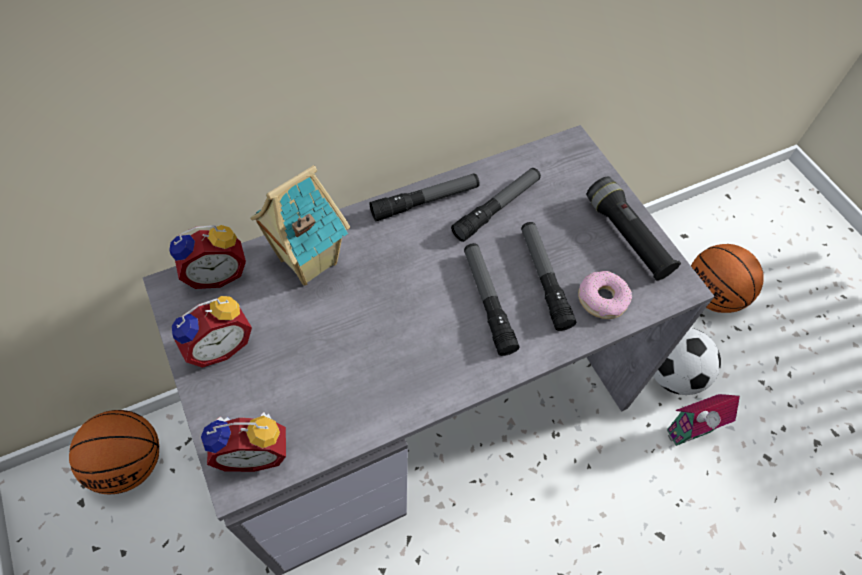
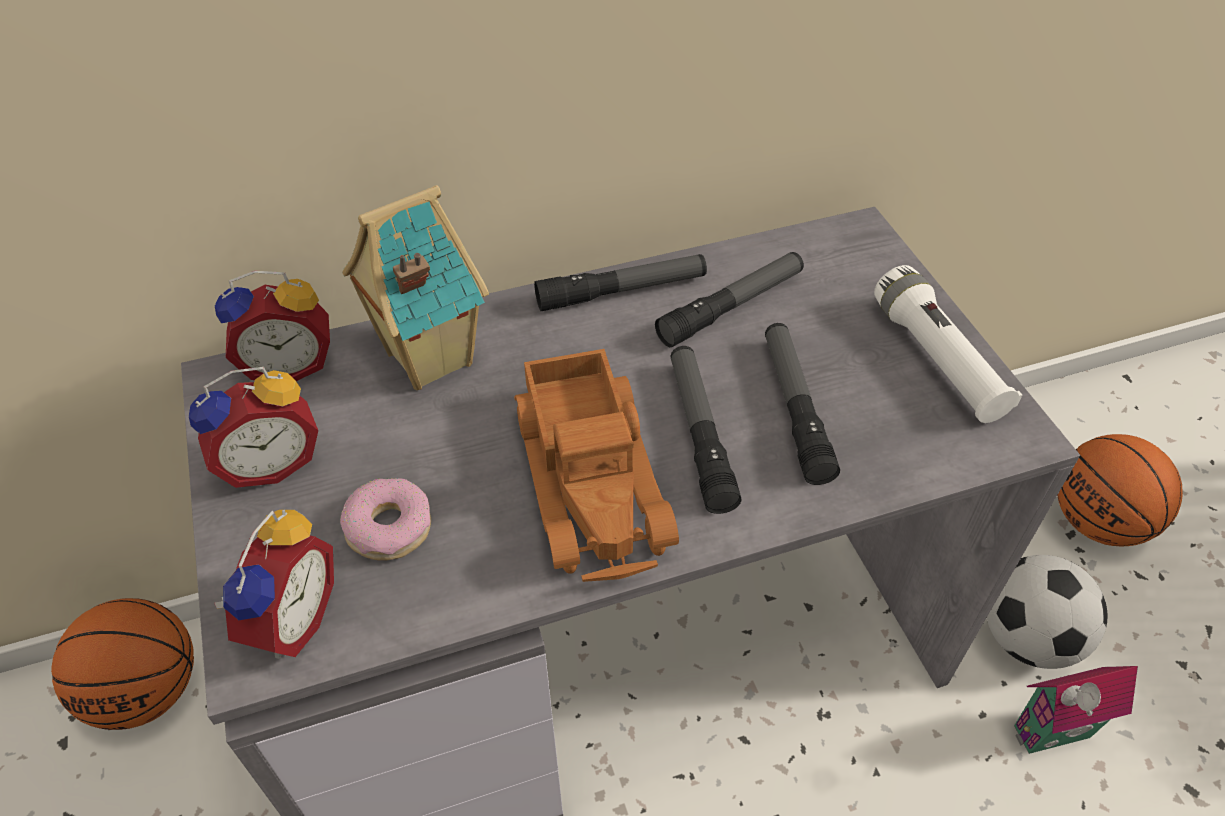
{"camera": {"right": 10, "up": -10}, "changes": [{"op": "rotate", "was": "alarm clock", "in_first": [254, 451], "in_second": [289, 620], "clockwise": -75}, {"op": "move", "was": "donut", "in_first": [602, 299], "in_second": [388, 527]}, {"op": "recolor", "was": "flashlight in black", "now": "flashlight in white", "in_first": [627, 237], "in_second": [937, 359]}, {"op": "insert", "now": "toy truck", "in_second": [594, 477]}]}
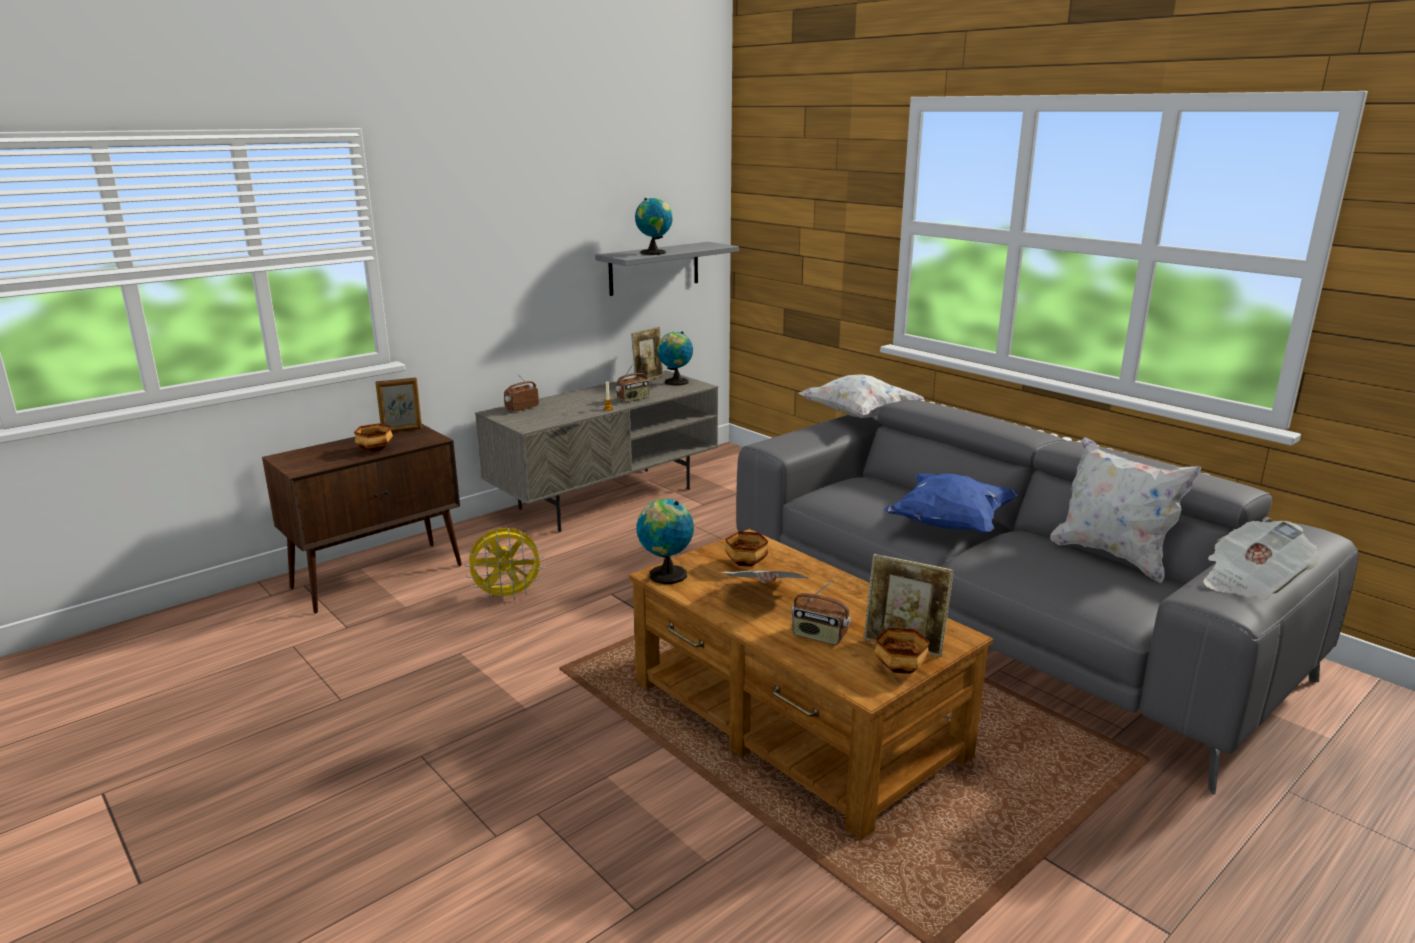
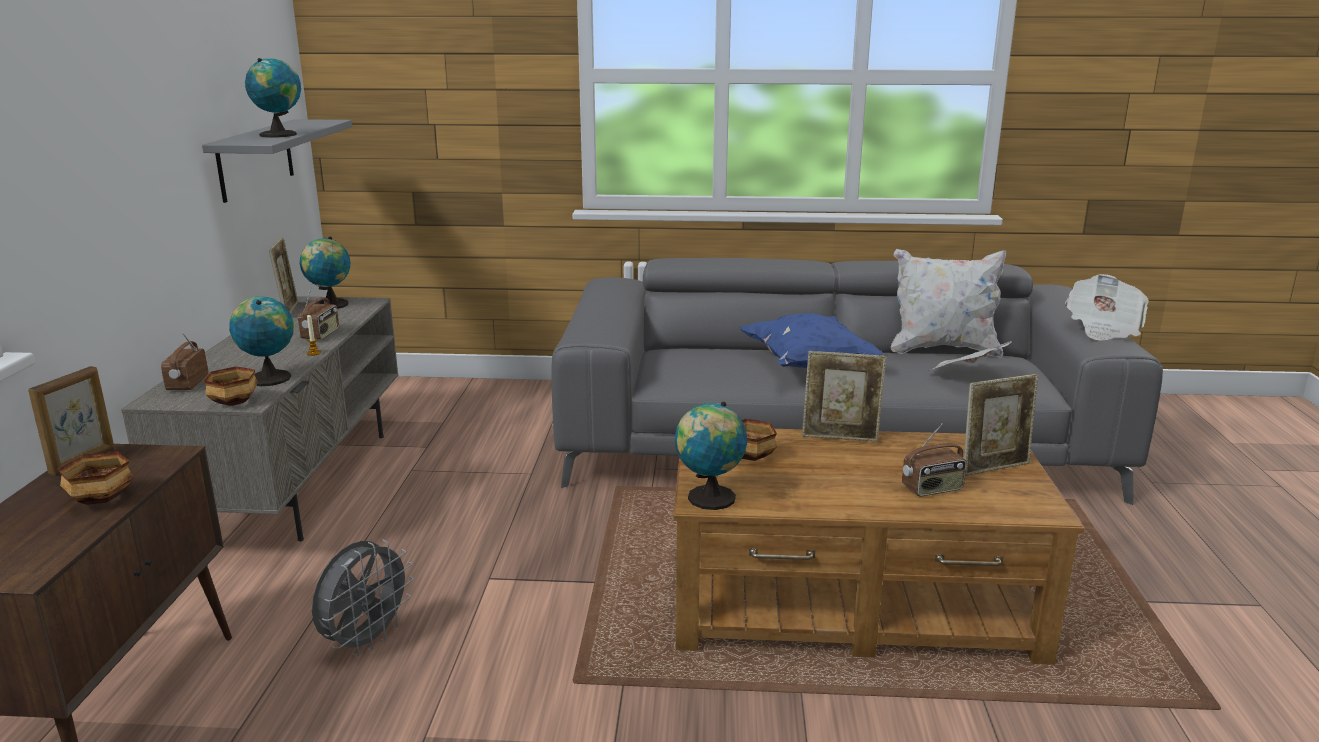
{"camera": {"right": -45, "up": 0}, "changes": [{"op": "recolor", "was": "fan in yellow", "now": "fan in grey", "in_first": [508, 596], "in_second": [366, 641]}, {"op": "move", "was": "newspaper", "in_first": [764, 596], "in_second": [966, 376]}, {"op": "delete", "was": "pillow in white", "in_first": [858, 416]}, {"op": "move", "was": "bowl", "in_first": [901, 668], "in_second": [235, 402]}, {"op": "insert", "now": "globe", "in_second": [269, 378]}, {"op": "insert", "now": "picture frame", "in_second": [840, 437]}]}
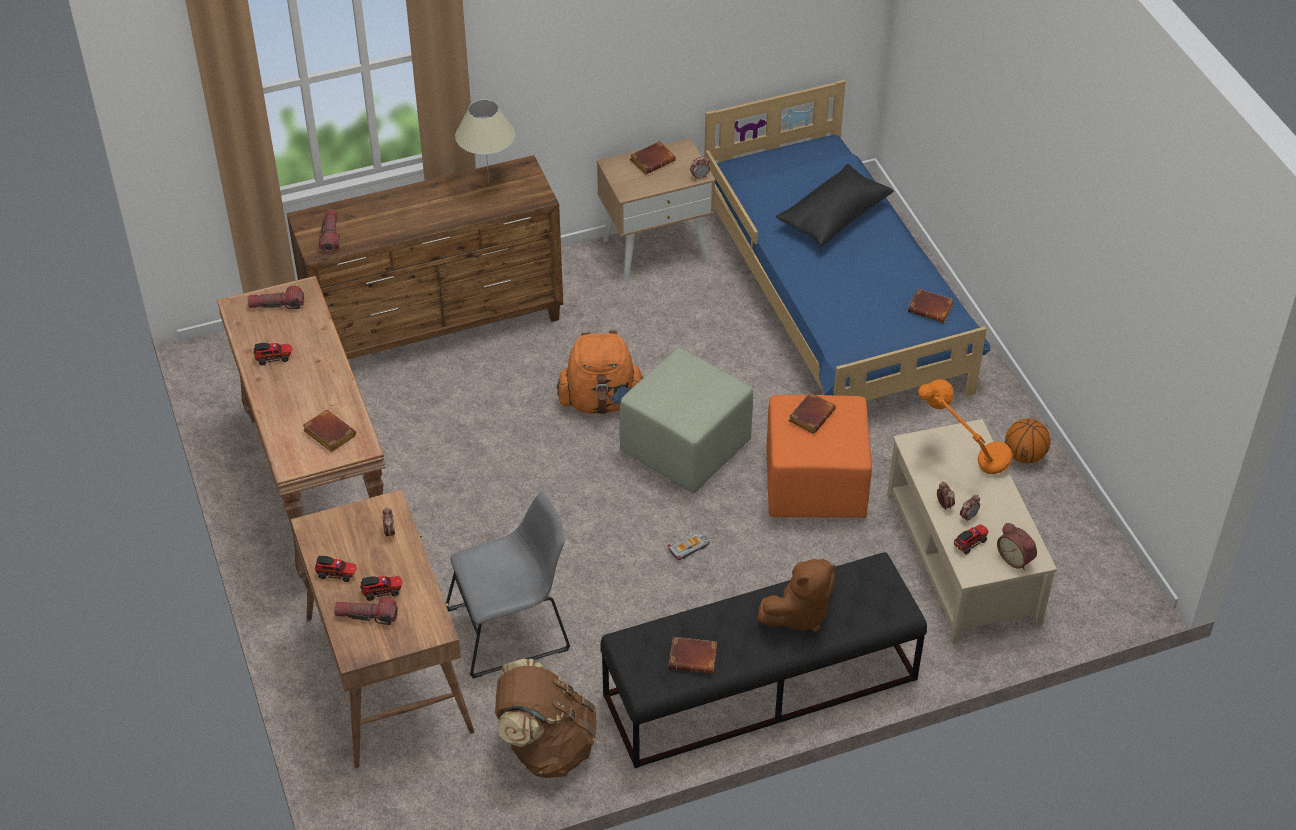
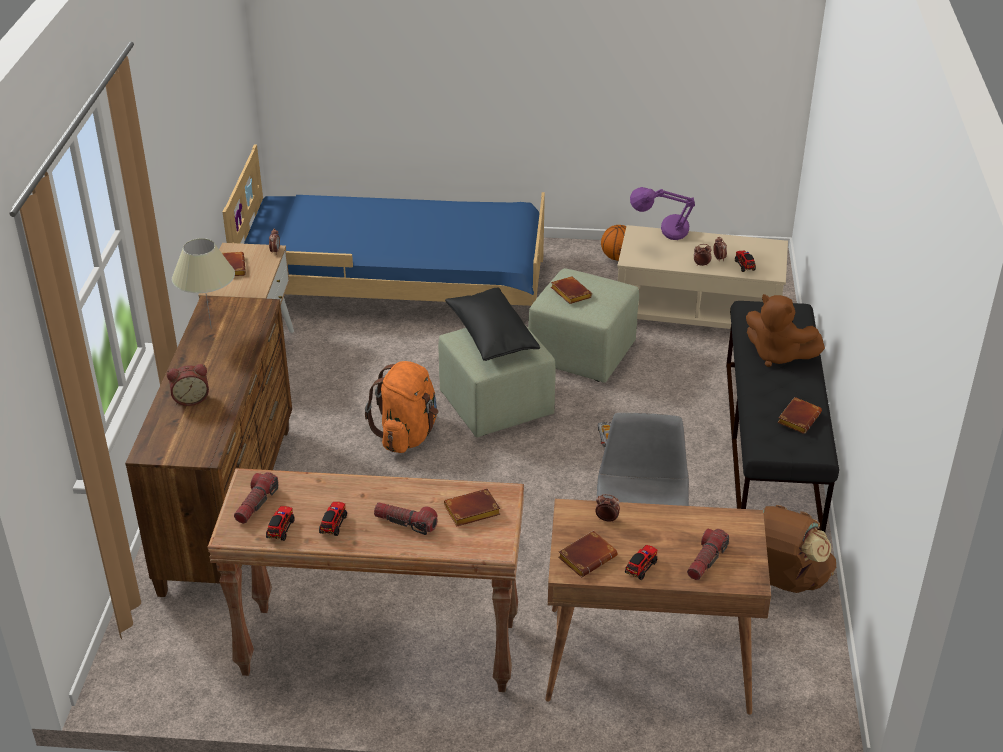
{"camera": {"right": -65, "up": -10}, "changes": [{"op": "move", "was": "flashlight", "in_first": [330, 236], "in_second": [406, 523]}, {"op": "move", "was": "toy truck", "in_first": [382, 591], "in_second": [281, 529]}, {"op": "rotate", "was": "plush toy in brown", "in_first": [799, 613], "in_second": [777, 355], "clockwise": 135}, {"op": "recolor", "was": "ottoman in orange", "now": "ottoman in green", "in_first": [814, 484], "in_second": [580, 354]}, {"op": "move", "was": "pillow in black", "in_first": [834, 216], "in_second": [491, 336]}, {"op": "move", "was": "book in brown", "in_first": [931, 308], "in_second": [587, 556]}, {"op": "recolor", "was": "table lamp in orange", "now": "table lamp in purple", "in_first": [960, 461], "in_second": [662, 245]}, {"op": "move", "was": "alarm clock", "in_first": [1016, 558], "in_second": [191, 399]}]}
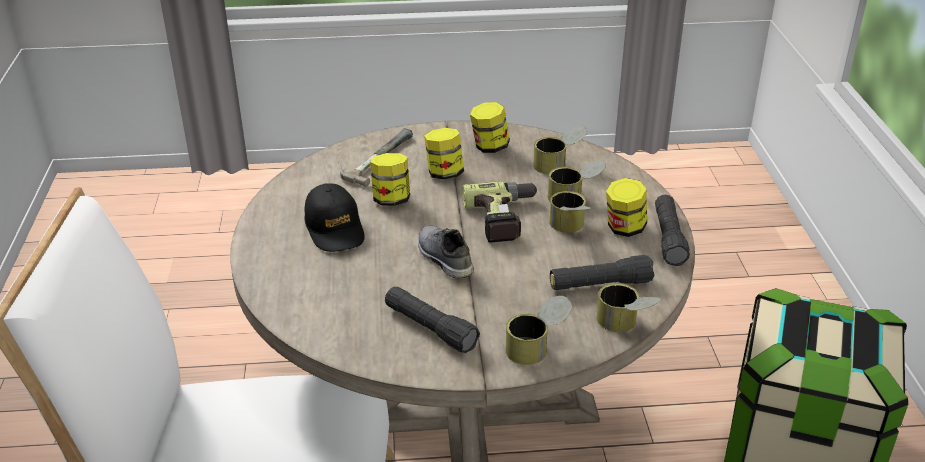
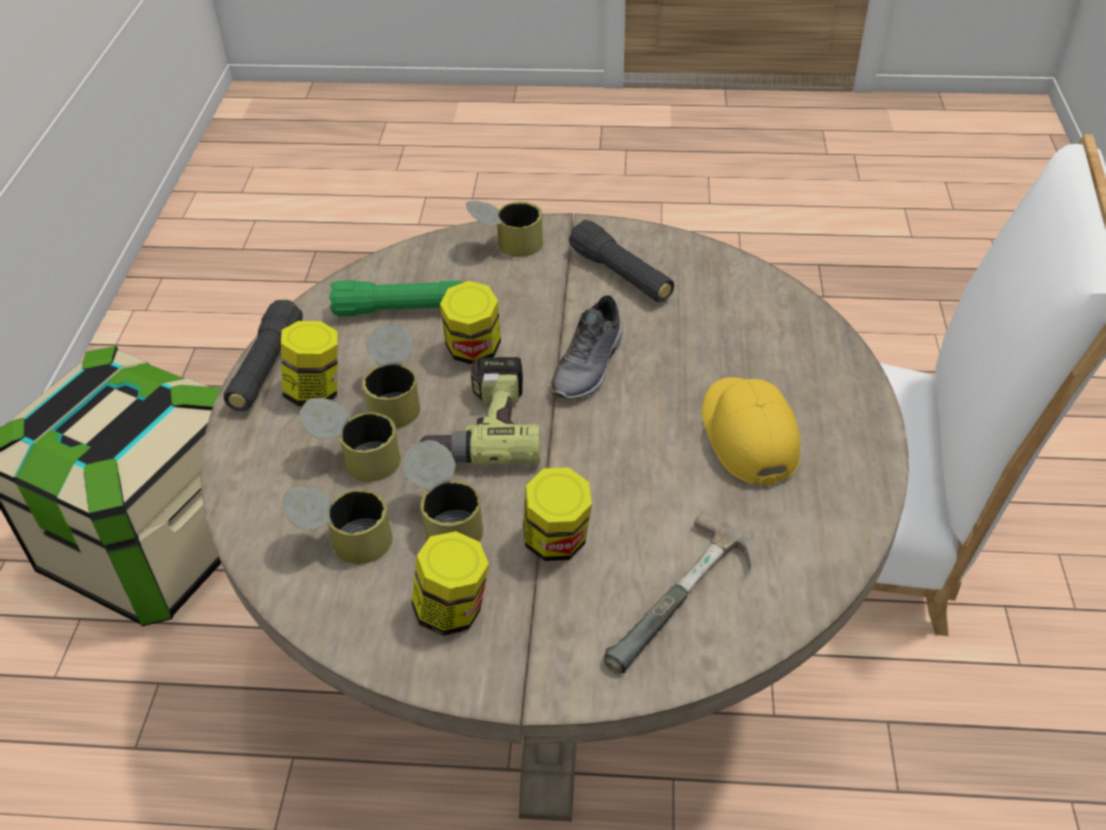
{"camera": {"right": -170, "up": 10}, "changes": [{"op": "recolor", "was": "cap in black", "now": "cap in yellow", "in_first": [335, 228], "in_second": [747, 435]}, {"op": "move", "was": "jar", "in_first": [391, 200], "in_second": [473, 351]}, {"op": "rotate", "was": "shoe in grey", "in_first": [443, 258], "in_second": [590, 366], "clockwise": 45}, {"op": "recolor", "was": "flashlight in black", "now": "flashlight in green", "in_first": [600, 285], "in_second": [399, 310]}, {"op": "move", "was": "can", "in_first": [625, 325], "in_second": [446, 519]}]}
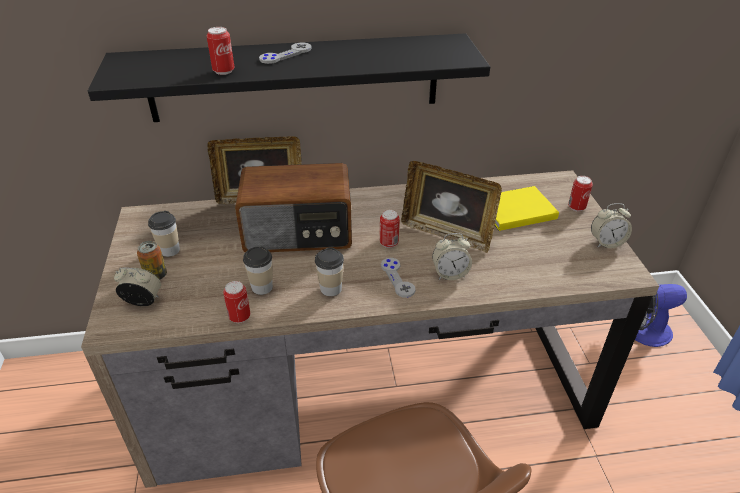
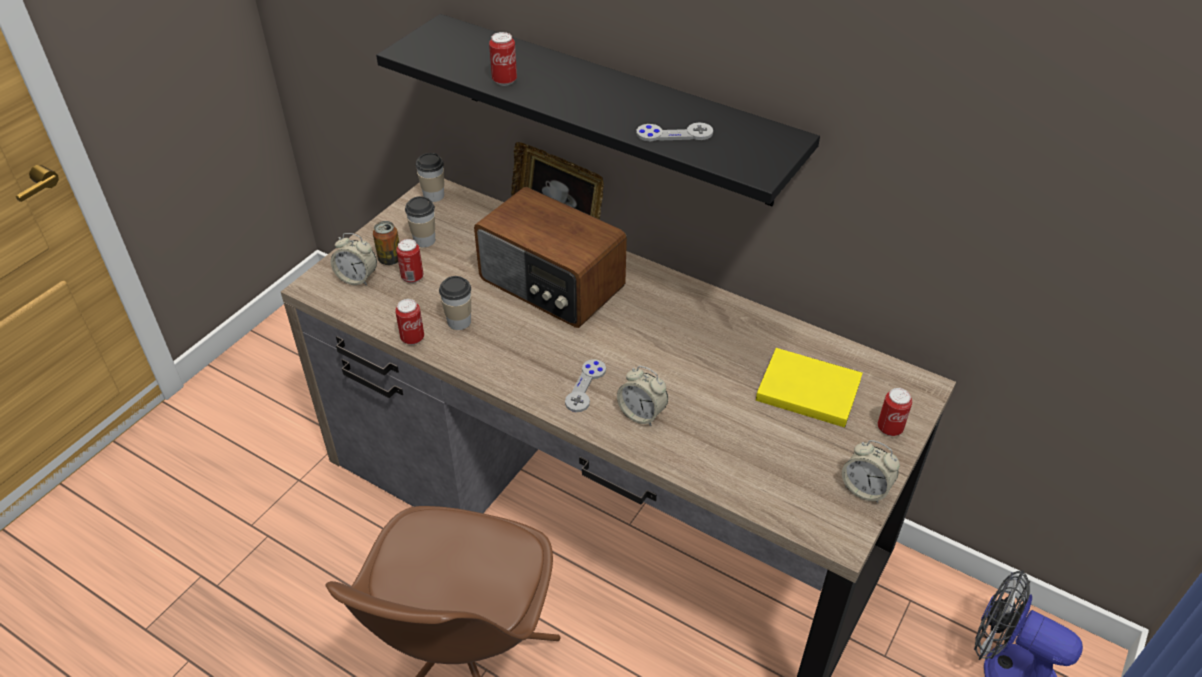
{"camera": {"right": 40, "up": 5}, "changes": [{"op": "rotate", "was": "alarm clock", "in_first": [143, 301], "in_second": [357, 278], "clockwise": 150}, {"op": "move", "was": "game controller in grey", "in_first": [285, 54], "in_second": [674, 134]}, {"op": "move", "was": "cup", "in_first": [330, 289], "in_second": [433, 195]}, {"op": "move", "was": "can", "in_first": [389, 243], "in_second": [412, 277]}, {"op": "delete", "was": "picture frame", "in_first": [447, 233]}]}
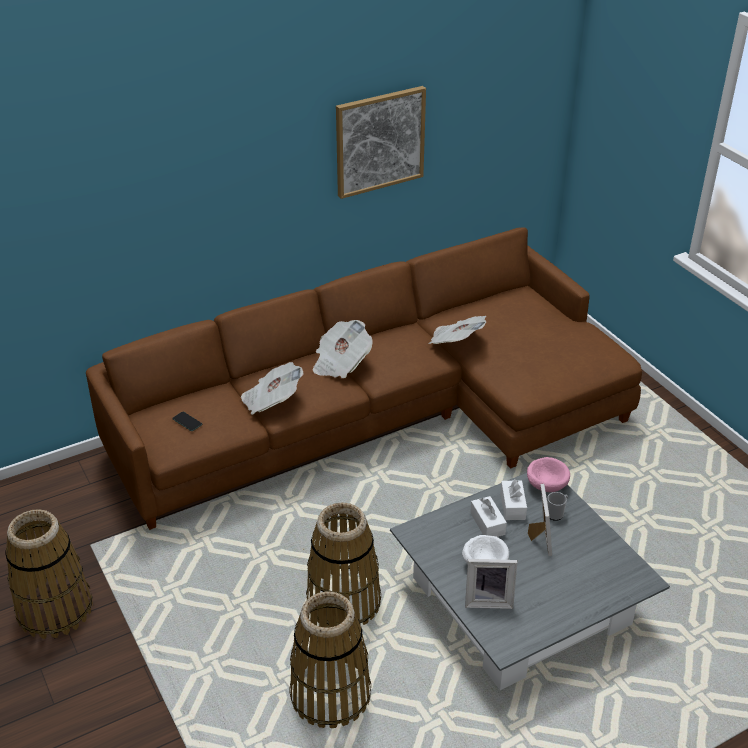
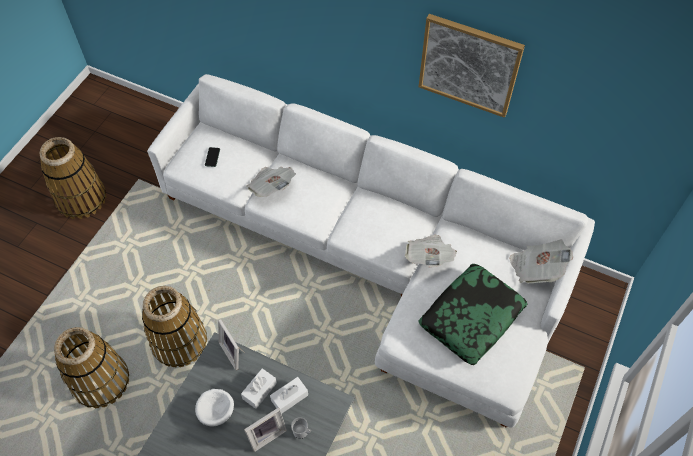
{"camera": {"right": 55, "up": 20}, "changes": [{"op": "recolor", "was": "sofa in brown", "now": "sofa in white", "in_first": [385, 414], "in_second": [377, 256]}, {"op": "move", "was": "newspaper", "in_first": [340, 363], "in_second": [536, 267]}, {"op": "move", "was": "picture frame", "in_first": [488, 600], "in_second": [234, 352]}, {"op": "delete", "was": "bowl in pink", "in_first": [546, 484]}, {"op": "insert", "now": "pillow", "in_second": [471, 317]}]}
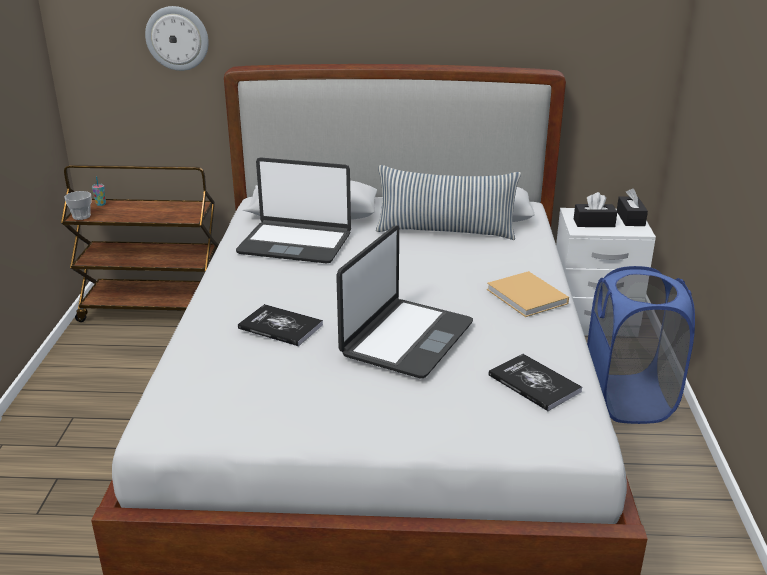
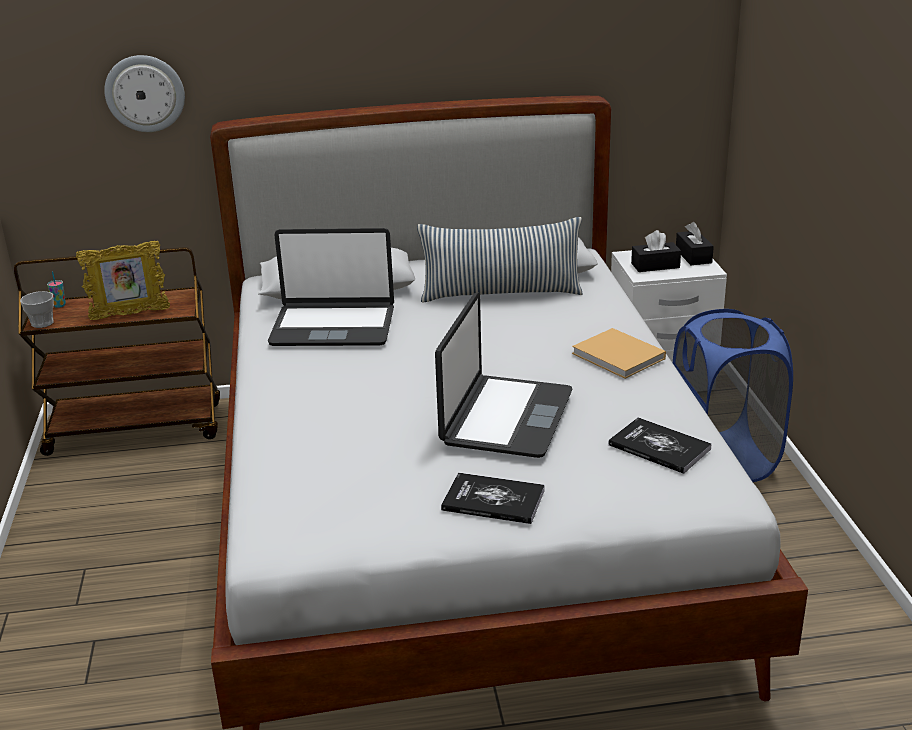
{"camera": {"right": -10, "up": 0}, "changes": [{"op": "move", "was": "book", "in_first": [280, 326], "in_second": [493, 500]}, {"op": "insert", "now": "picture frame", "in_second": [130, 314]}]}
